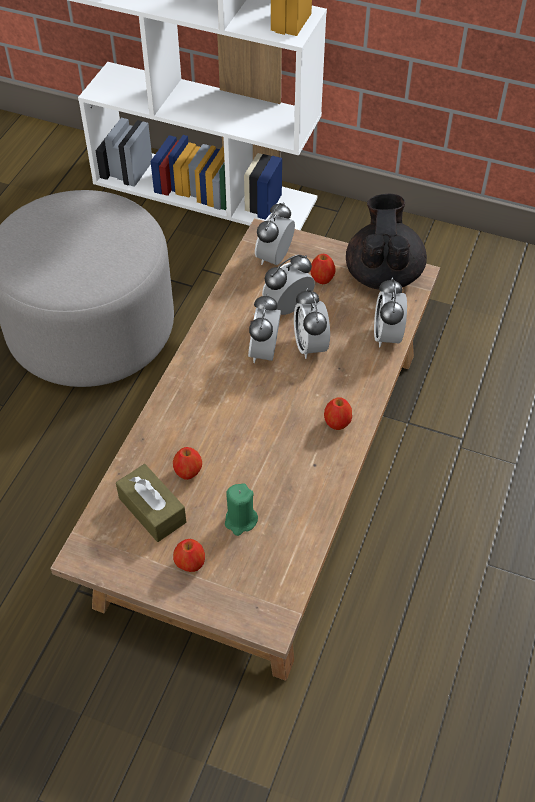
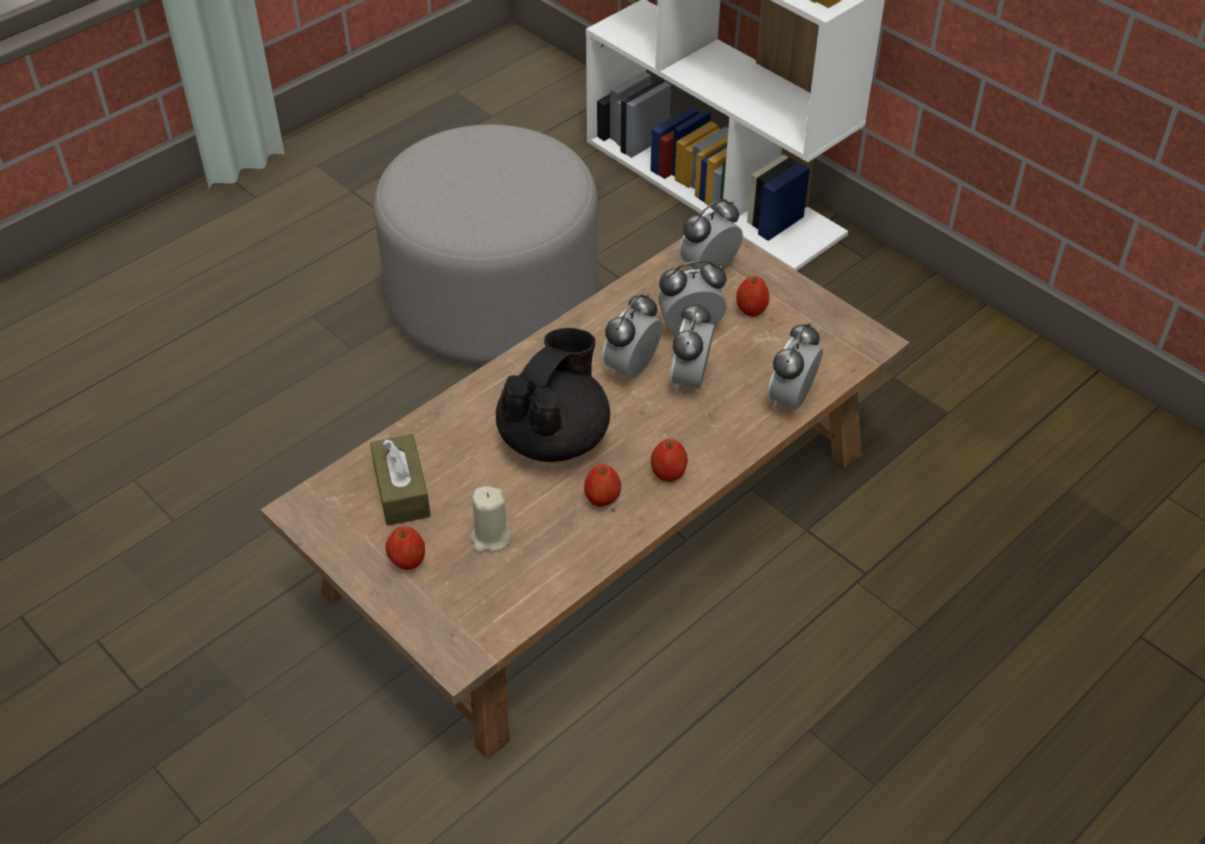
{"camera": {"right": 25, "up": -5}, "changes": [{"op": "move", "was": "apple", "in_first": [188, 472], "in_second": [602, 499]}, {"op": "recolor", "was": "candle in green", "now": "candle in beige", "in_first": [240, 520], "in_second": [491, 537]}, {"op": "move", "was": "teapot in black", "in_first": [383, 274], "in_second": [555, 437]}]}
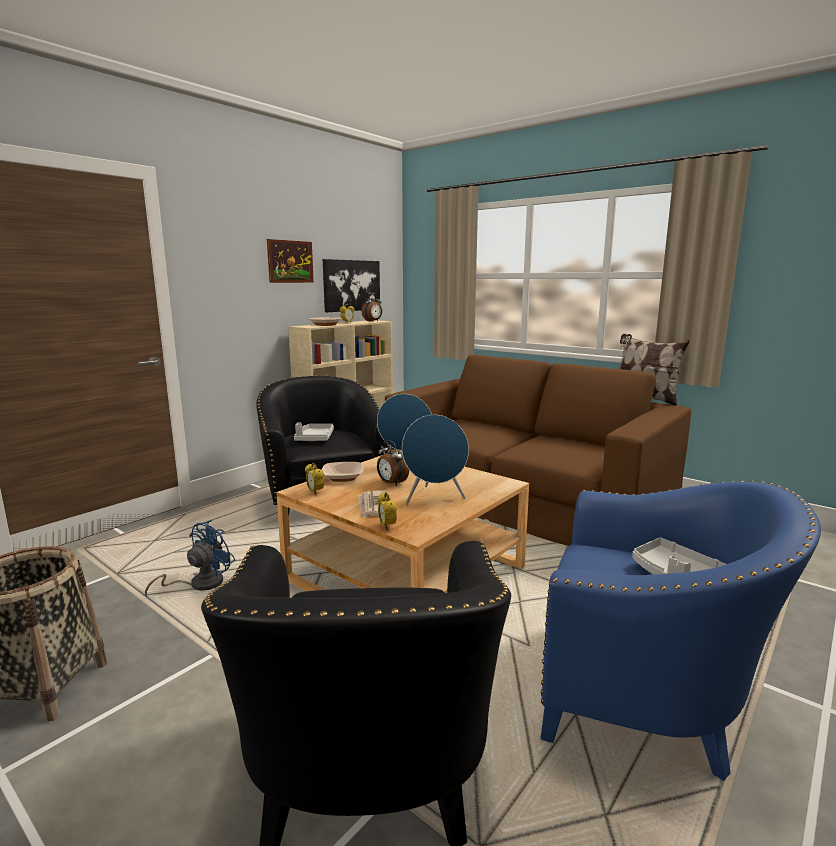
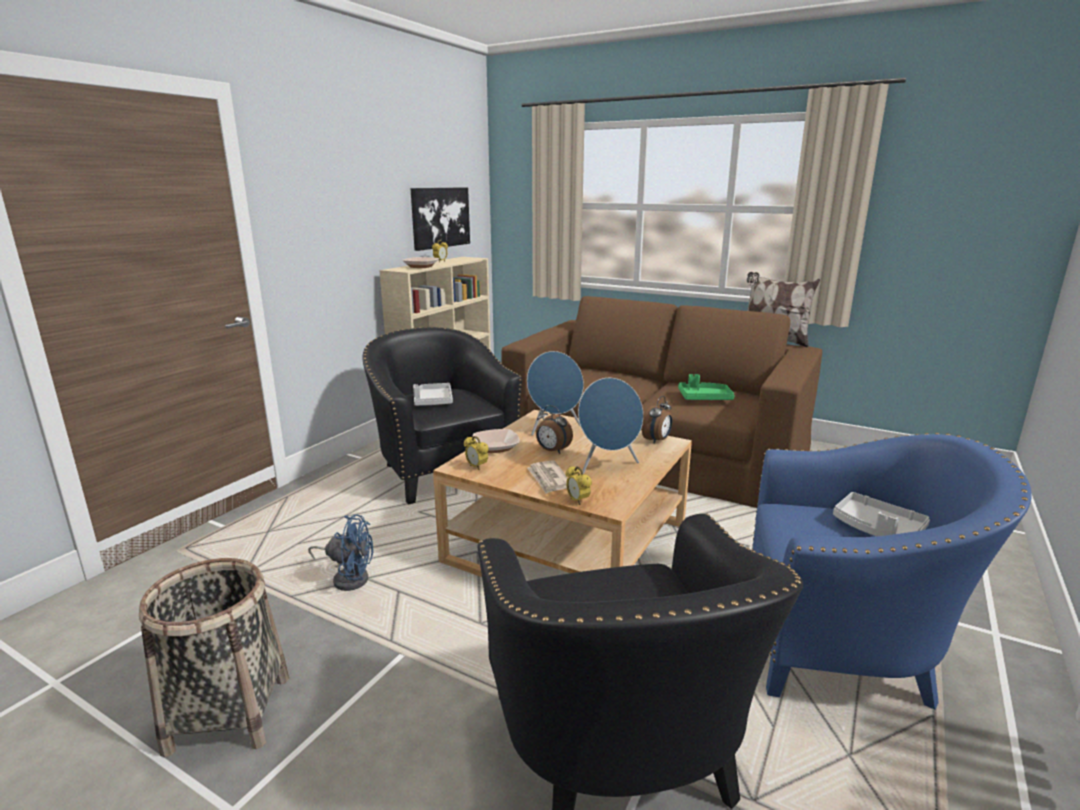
{"camera": {"right": -10, "up": 5}, "changes": [{"op": "rotate", "was": "fan in blue", "in_first": [199, 584], "in_second": [348, 577], "clockwise": 75}, {"op": "delete", "was": "picture", "in_first": [290, 261]}, {"op": "move", "was": "alarm clock", "in_first": [373, 321], "in_second": [657, 440]}, {"op": "insert", "now": "tray in green", "in_second": [704, 398]}]}
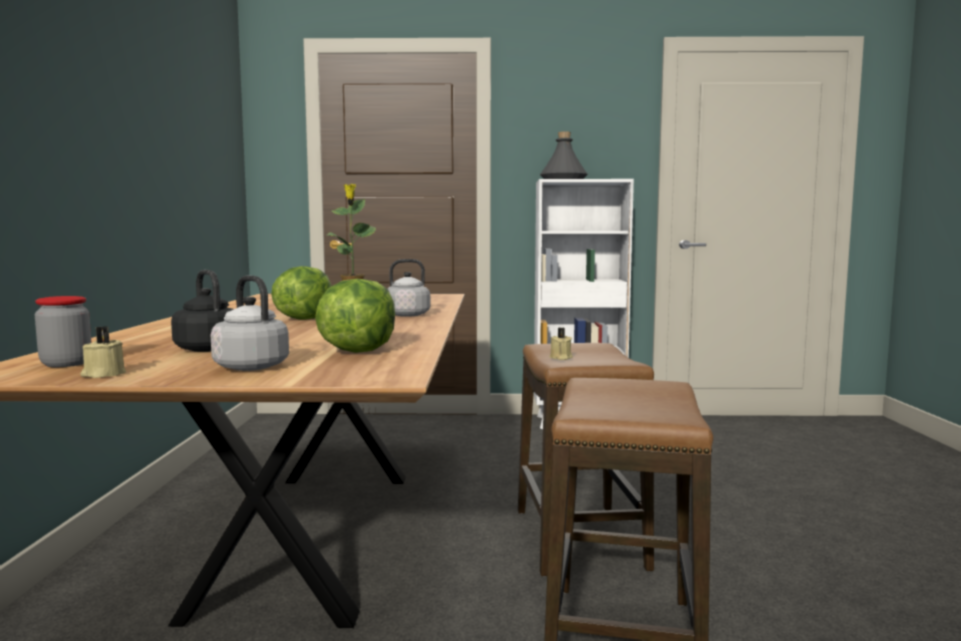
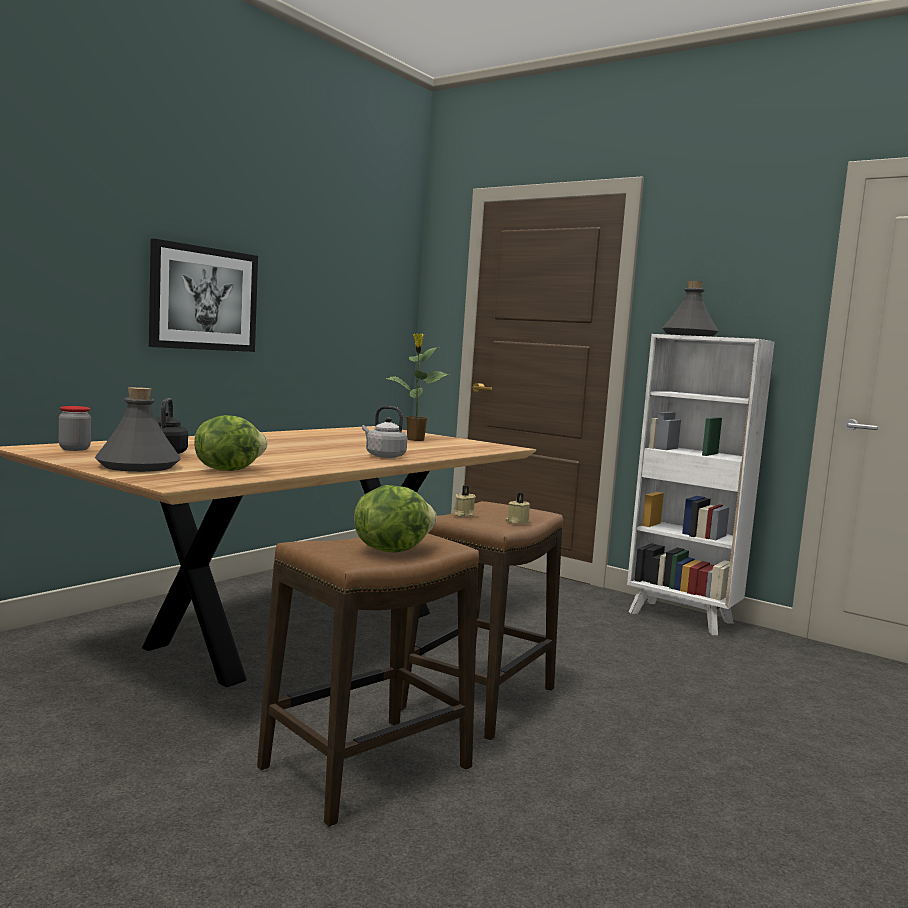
{"camera": {"right": 35, "up": 0}, "changes": [{"op": "move", "was": "candle in beige", "in_first": [103, 375], "in_second": [517, 522]}, {"op": "replace", "was": "kettle in grey", "now": "bottle in grey", "in_first": [249, 366], "in_second": [137, 466]}, {"op": "move", "was": "lettuce", "in_first": [303, 319], "in_second": [391, 550]}, {"op": "insert", "now": "picture", "in_second": [204, 298]}]}
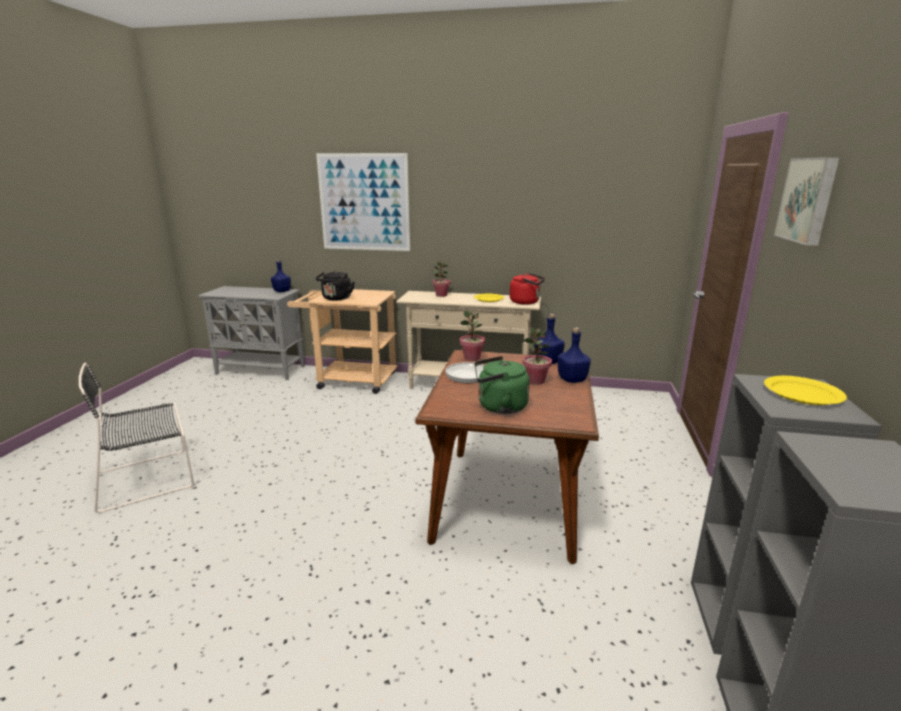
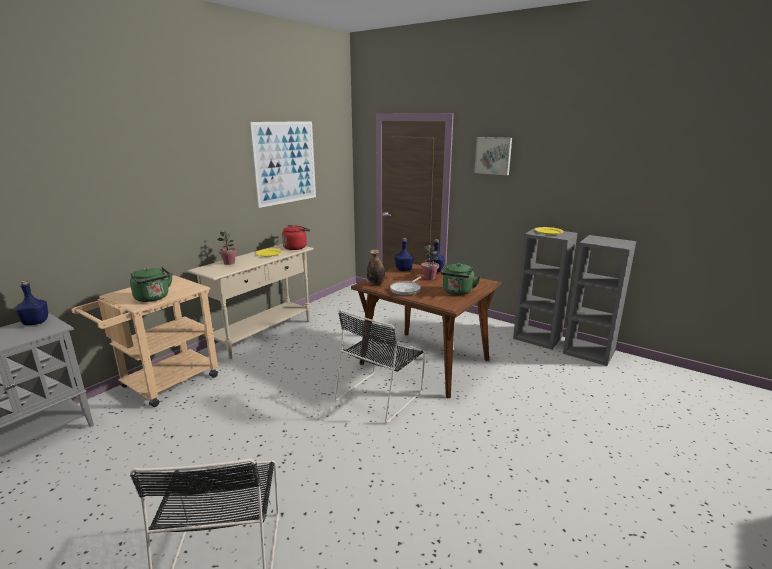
{"camera": {"right": -65, "up": 0}, "changes": [{"op": "recolor", "was": "kettle in black", "now": "kettle in green", "in_first": [336, 299], "in_second": [153, 298]}, {"op": "move", "was": "picture", "in_first": [364, 202], "in_second": [285, 163]}, {"op": "replace", "was": "potted plant", "now": "bottle", "in_first": [472, 358], "in_second": [376, 284]}, {"op": "insert", "now": "chair in black", "in_second": [381, 395]}]}
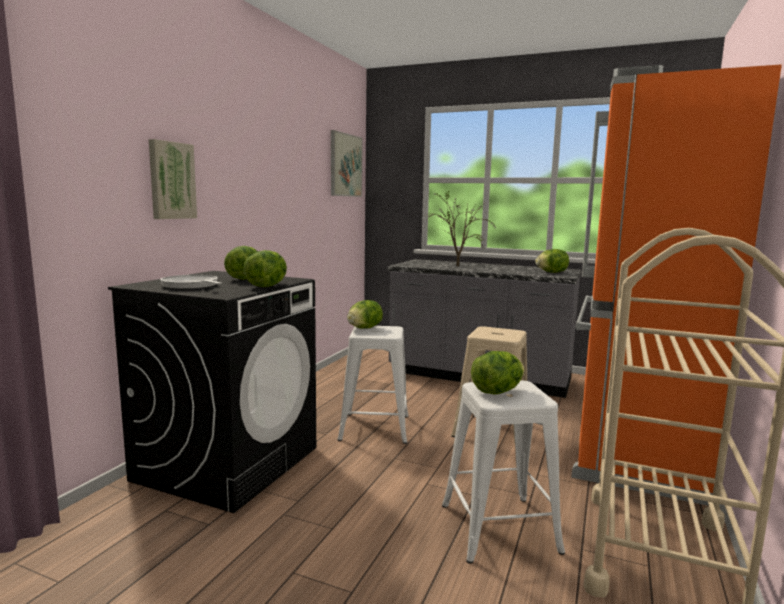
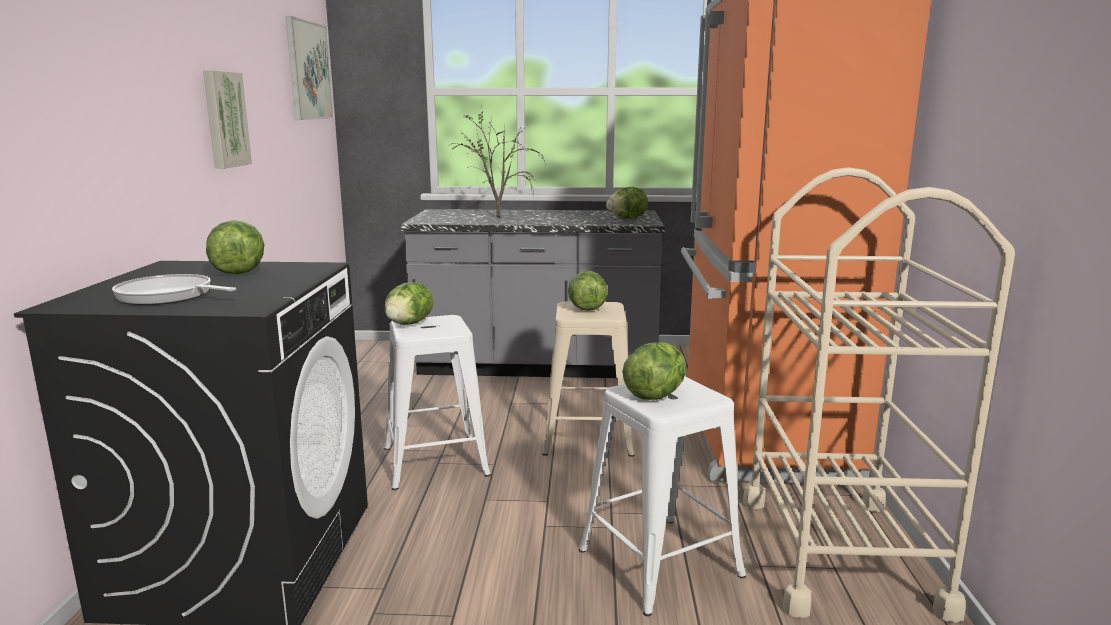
{"camera": {"right": -20, "up": 5}, "changes": [{"op": "move", "was": "picture", "in_first": [171, 180], "in_second": [224, 119]}, {"op": "move", "was": "lettuce", "in_first": [267, 286], "in_second": [586, 308]}]}
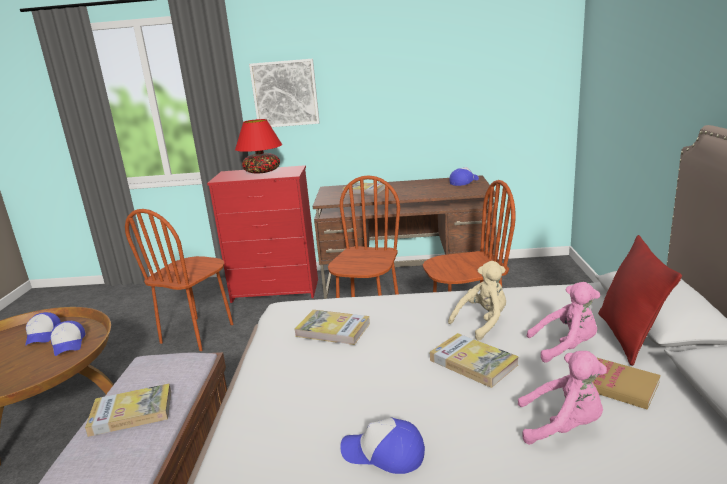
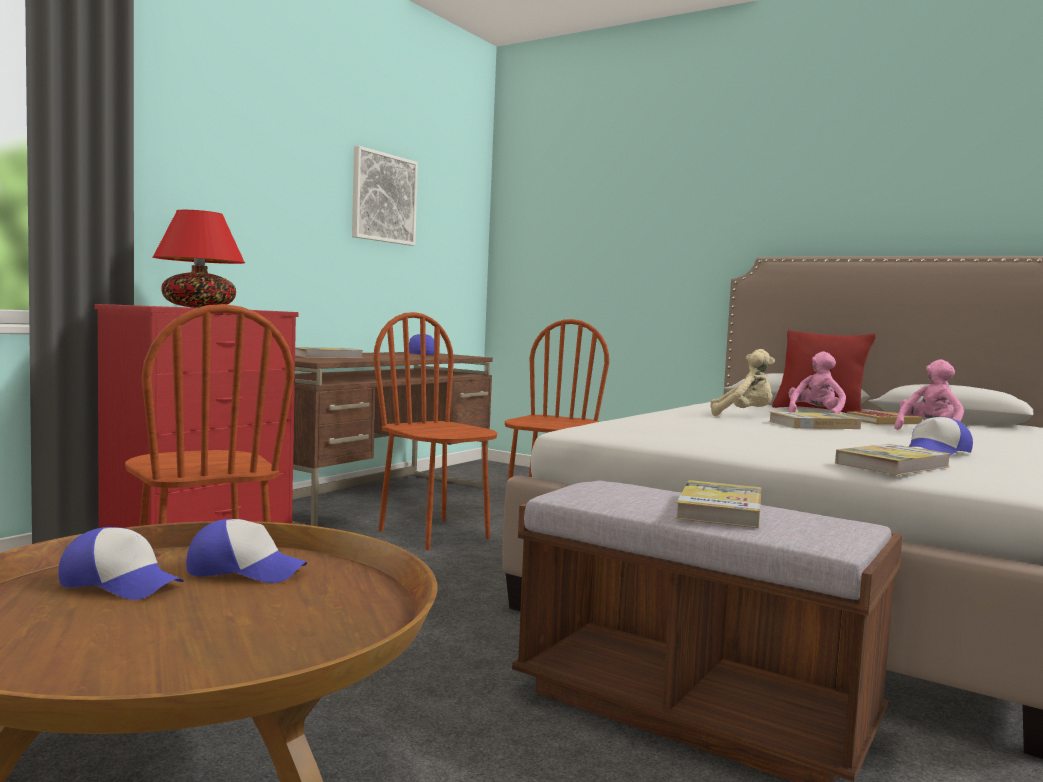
{"camera": {"right": -60, "up": -15}, "changes": [{"op": "move", "was": "picture", "in_first": [285, 93], "in_second": [383, 198]}, {"op": "move", "was": "book", "in_first": [333, 330], "in_second": [892, 465]}, {"op": "rotate", "was": "plush toy in beige", "in_first": [483, 323], "in_second": [743, 415], "clockwise": 105}]}
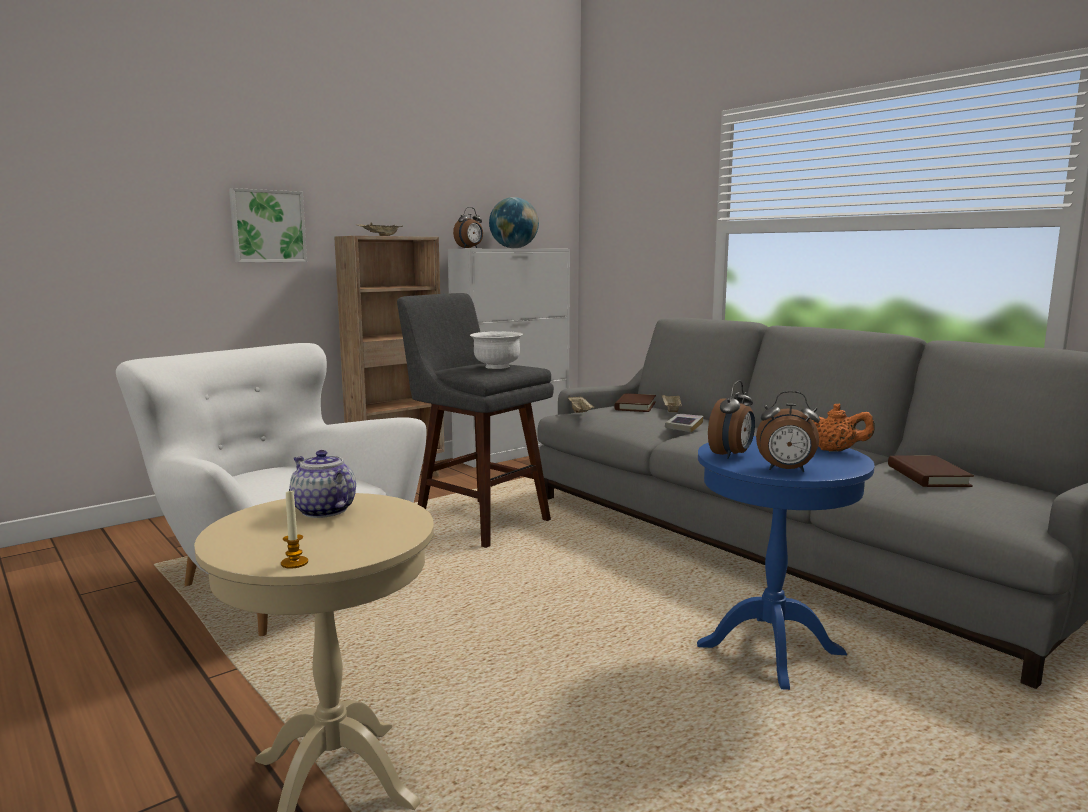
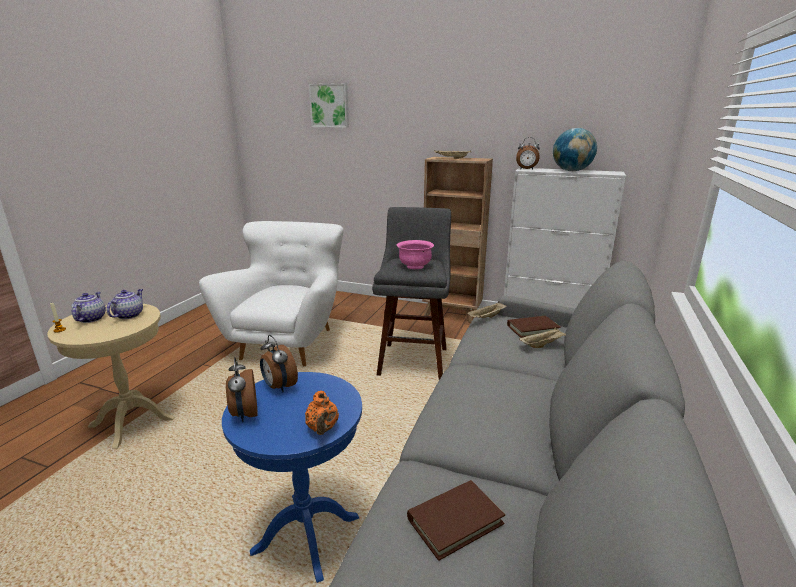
{"camera": {"right": 60, "up": 10}, "changes": [{"op": "move", "was": "picture", "in_first": [267, 226], "in_second": [330, 105]}, {"op": "recolor", "was": "bowl in white", "now": "bowl in pink", "in_first": [496, 367], "in_second": [414, 266]}, {"op": "delete", "was": "book", "in_first": [684, 426]}, {"op": "rotate", "was": "alarm clock", "in_first": [731, 455], "in_second": [279, 387], "clockwise": 45}, {"op": "insert", "now": "teapot", "in_second": [91, 318]}]}
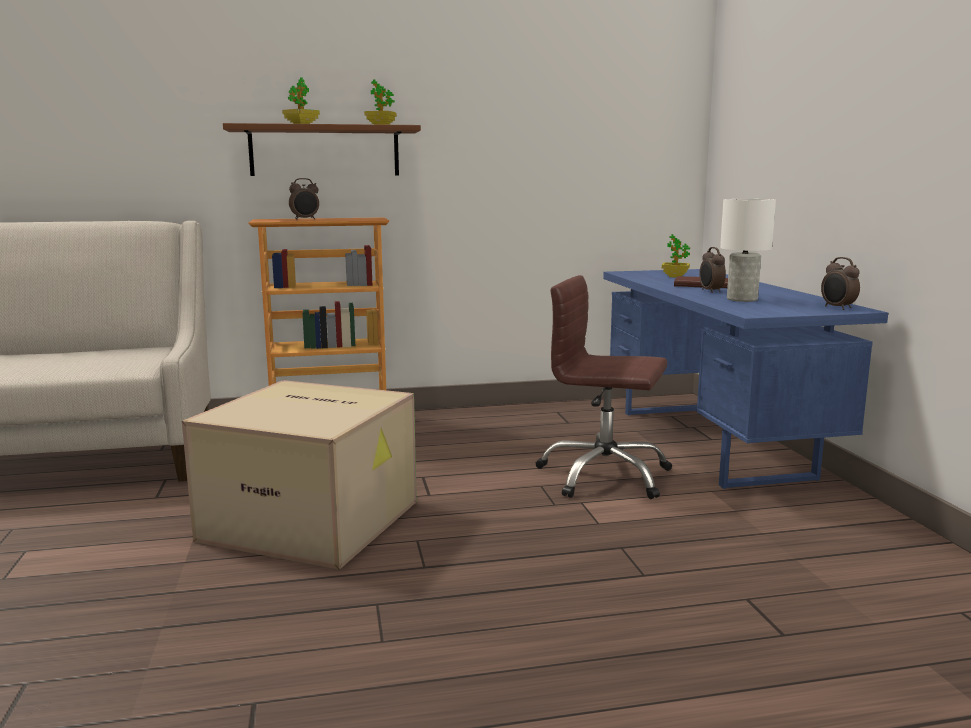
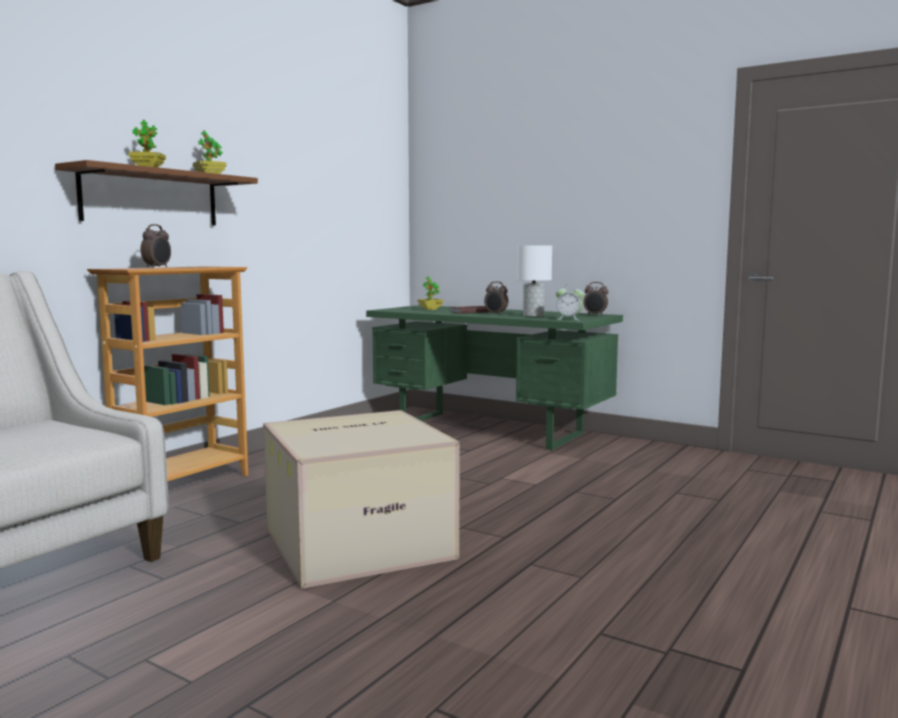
{"camera": {"right": -45, "up": -5}, "changes": [{"op": "delete", "was": "office chair in brown", "in_first": [604, 476]}, {"op": "recolor", "was": "desk in blue", "now": "desk in green", "in_first": [712, 443], "in_second": [490, 430]}, {"op": "insert", "now": "alarm clock", "in_second": [569, 319]}]}
